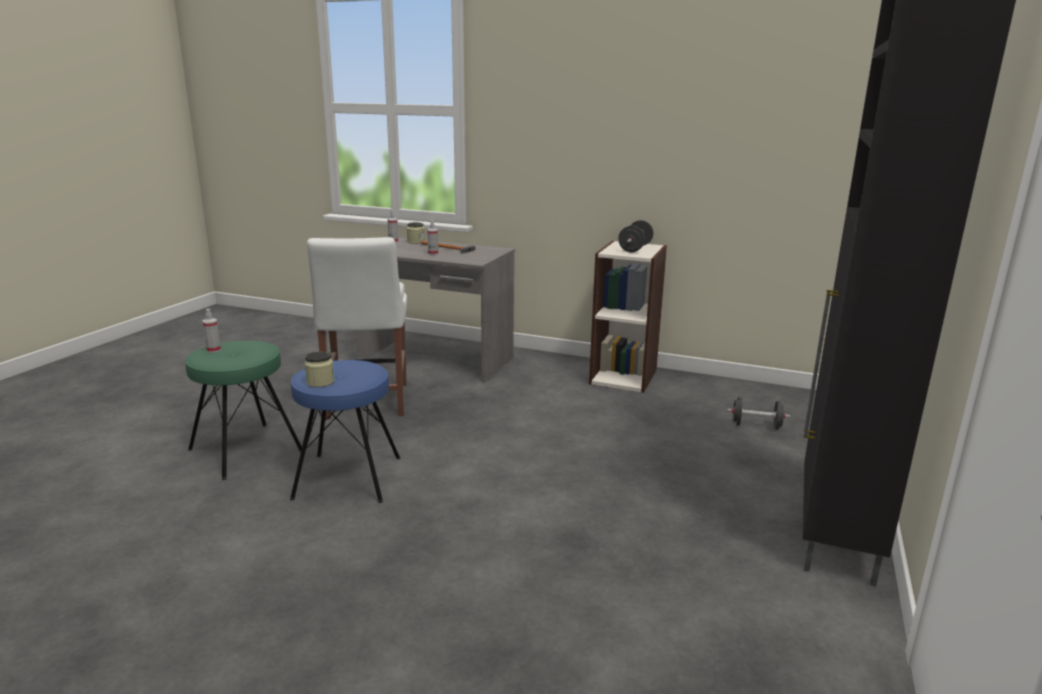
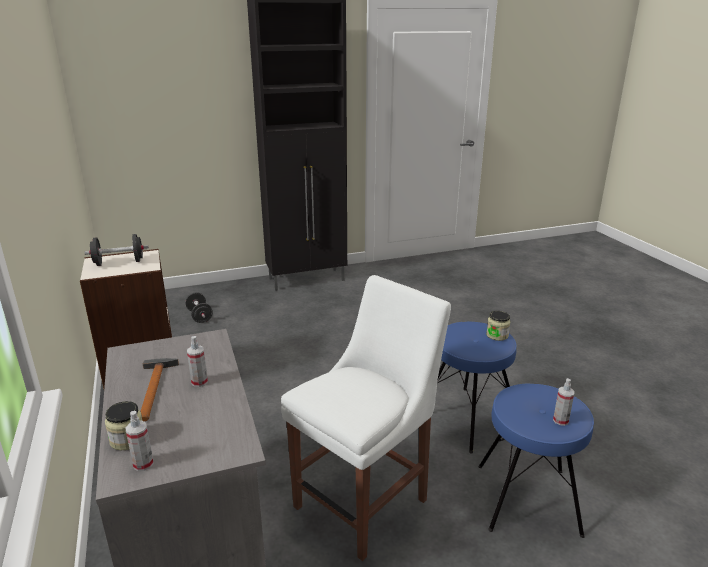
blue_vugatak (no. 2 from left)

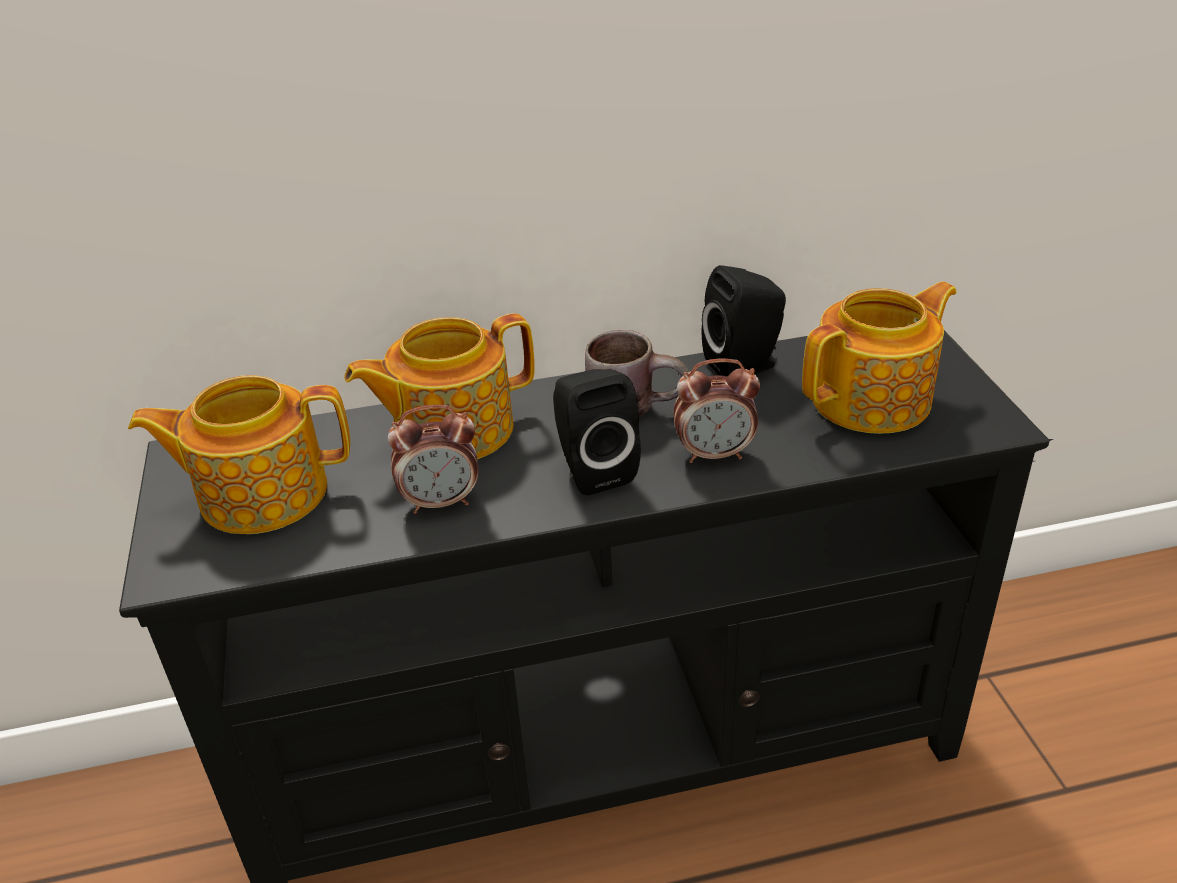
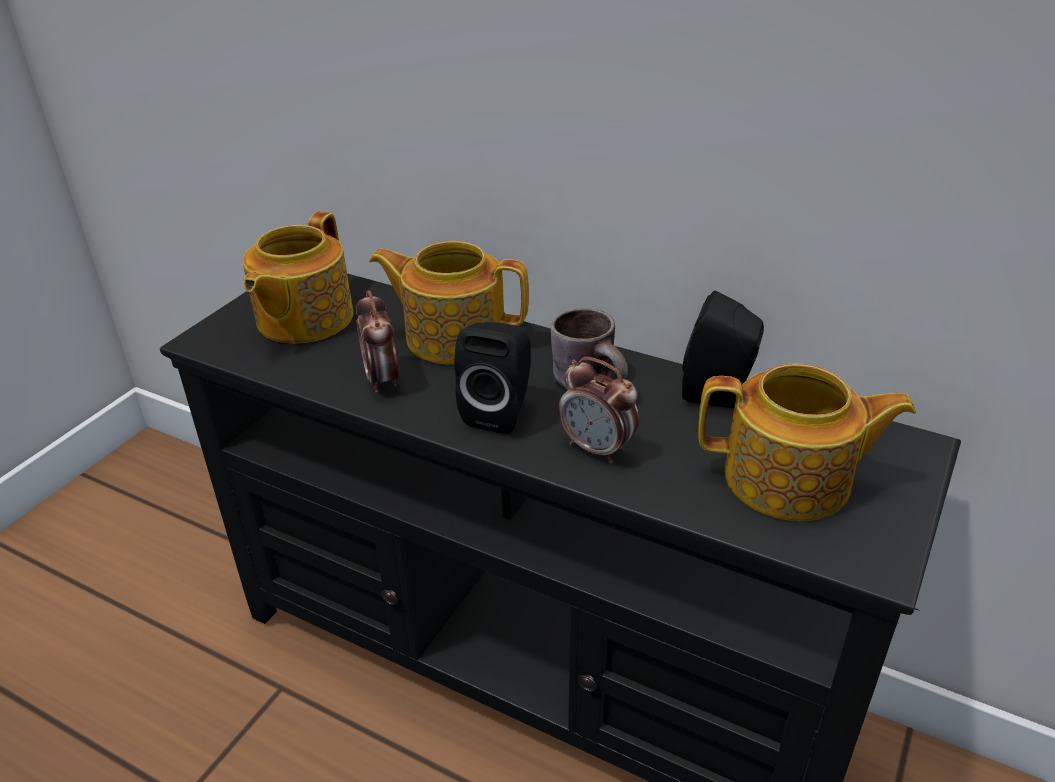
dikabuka (no. 1 from left); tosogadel (no. 1 from left)

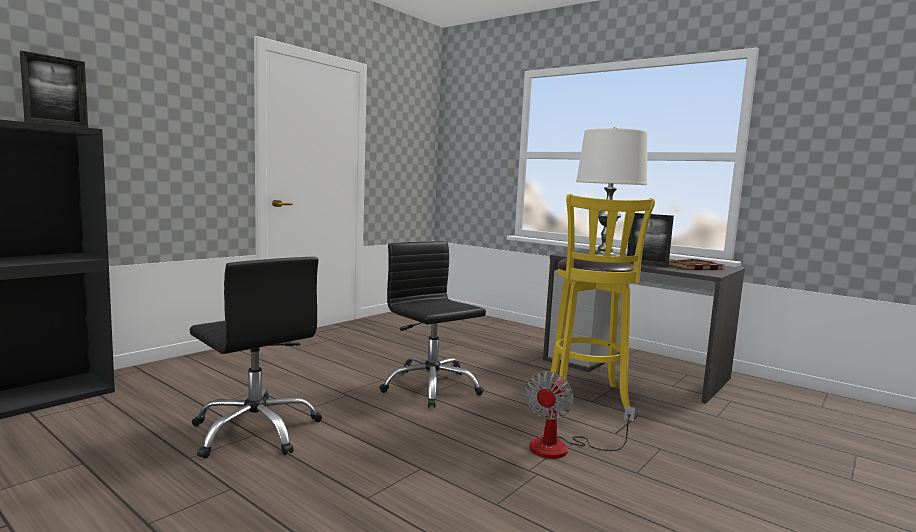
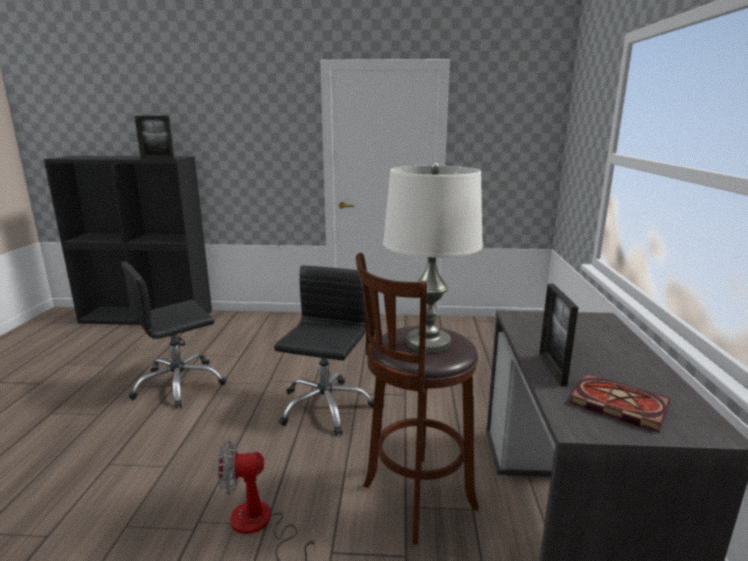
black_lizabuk (no. 1 from left); brown_vugatak

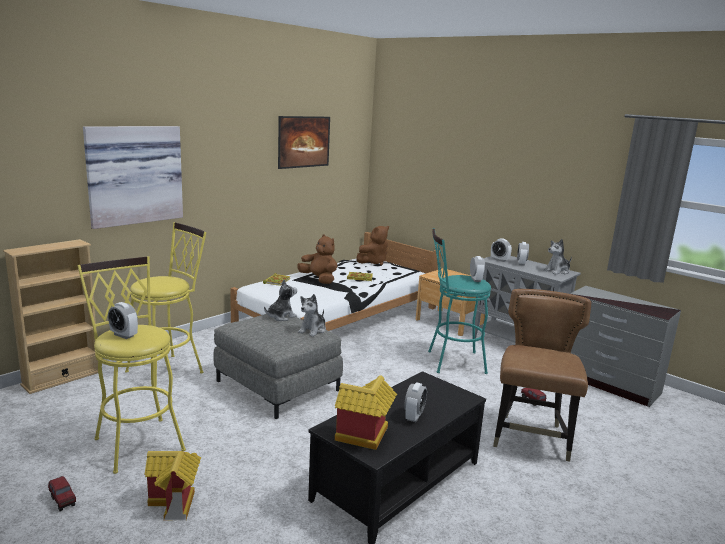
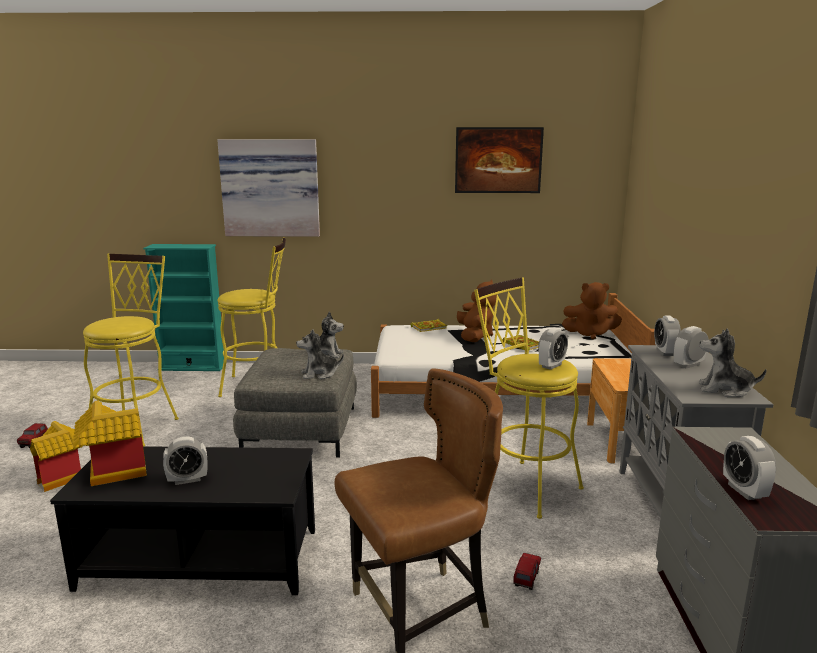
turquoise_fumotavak; yellow_vugatak (no. 3 from left); tosogadel (no. 5 from left)

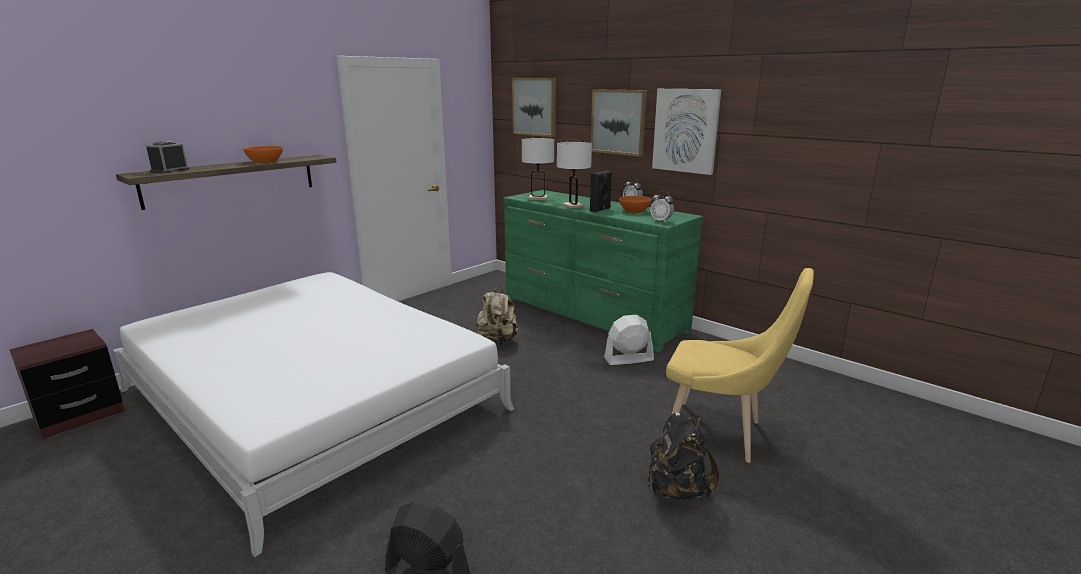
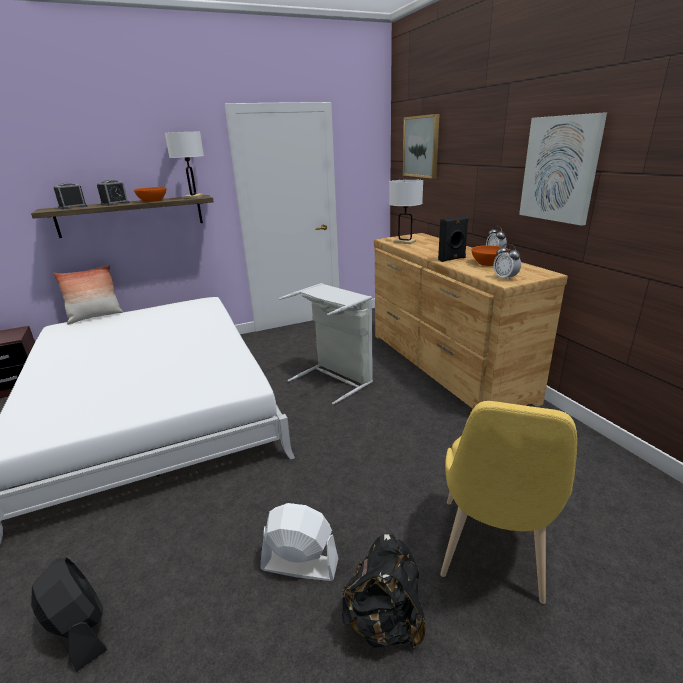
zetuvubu; tosogadel (no. 2 from left); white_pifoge (no. 1 from left); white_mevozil; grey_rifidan; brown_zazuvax; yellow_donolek; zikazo (no. 2 from left in the first image)

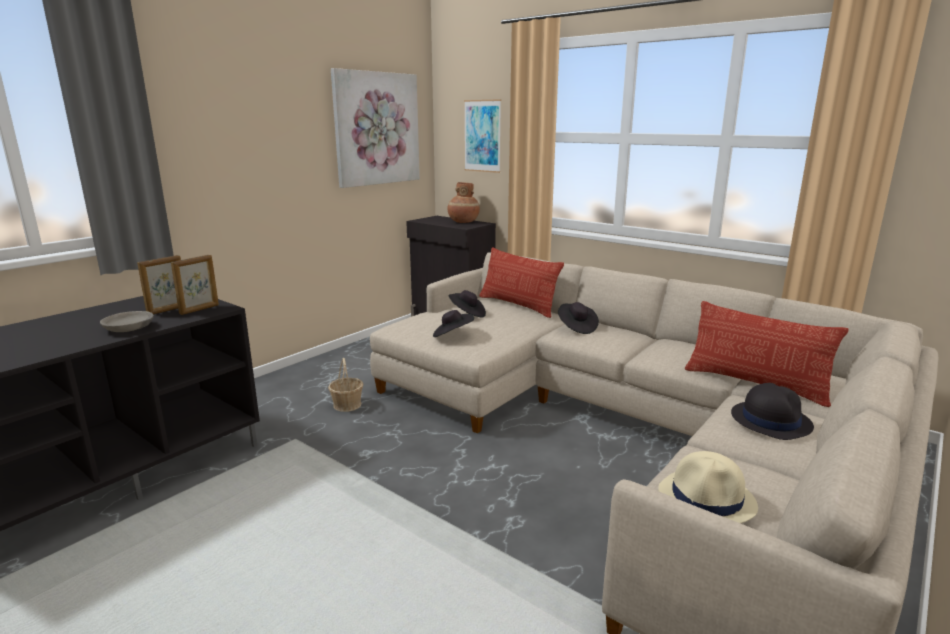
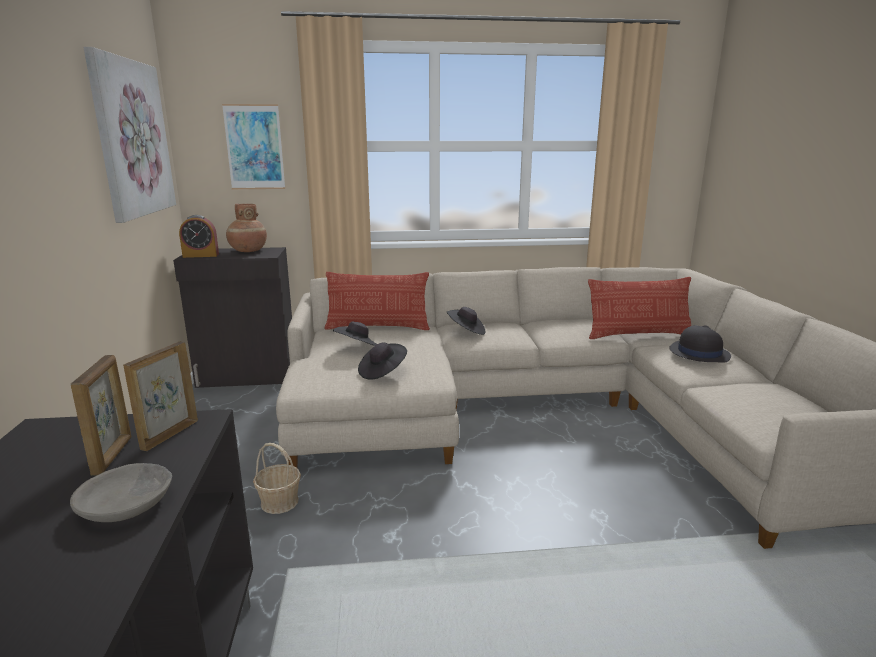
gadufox (no. 2 from left); tosogadel; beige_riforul

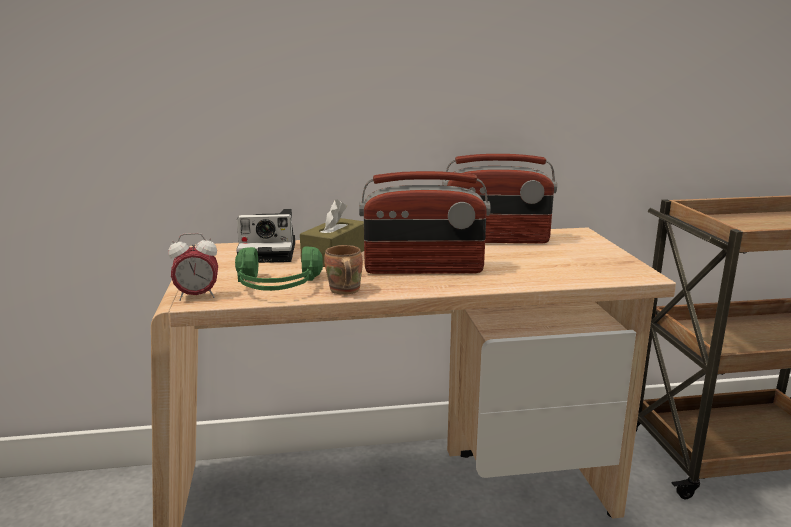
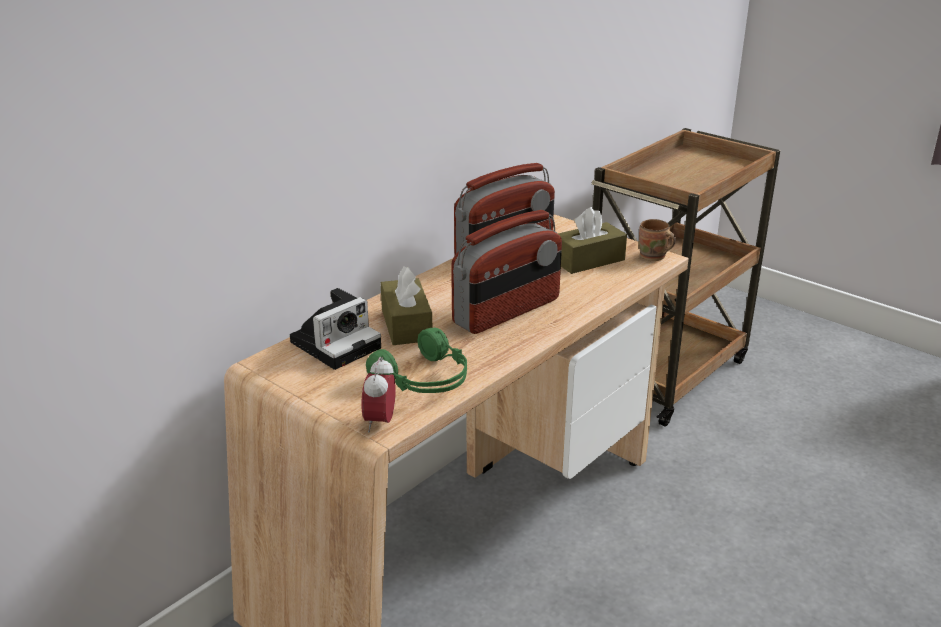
tosogadel; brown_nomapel (no. 2 from left); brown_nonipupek

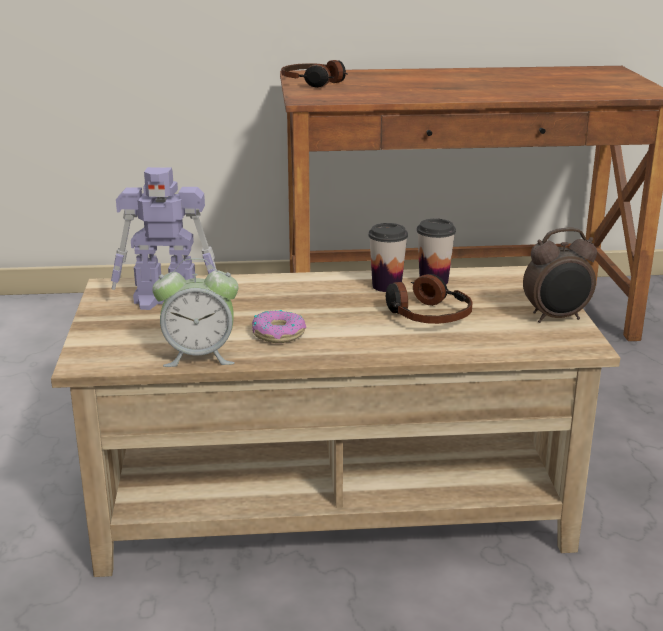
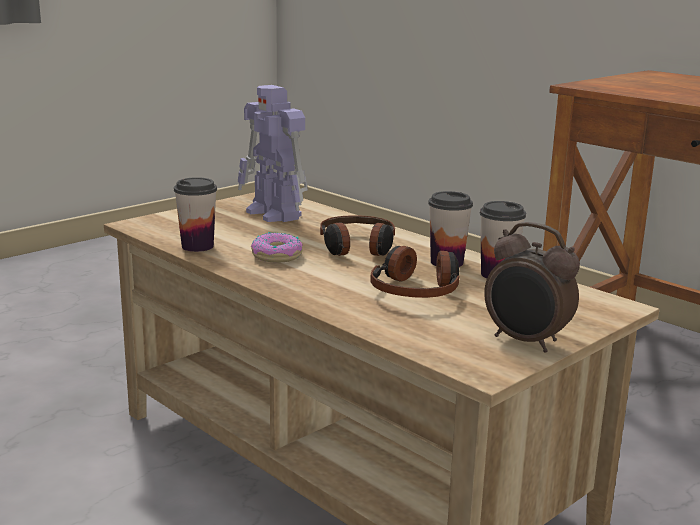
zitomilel (no. 1 from left); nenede (no. 1 from left)

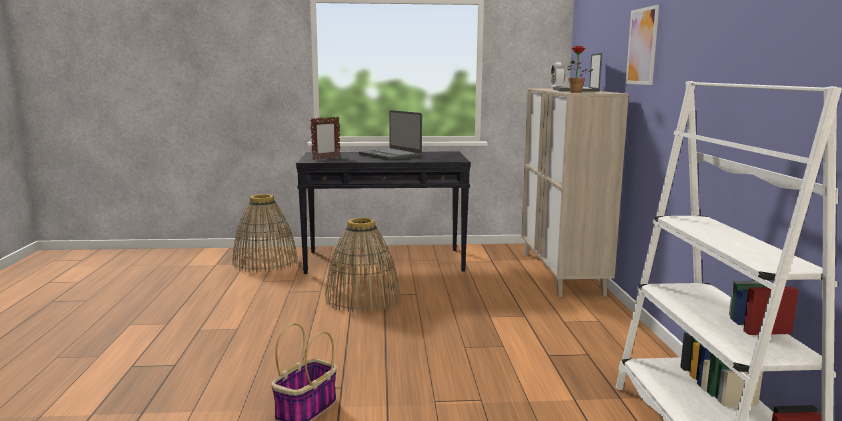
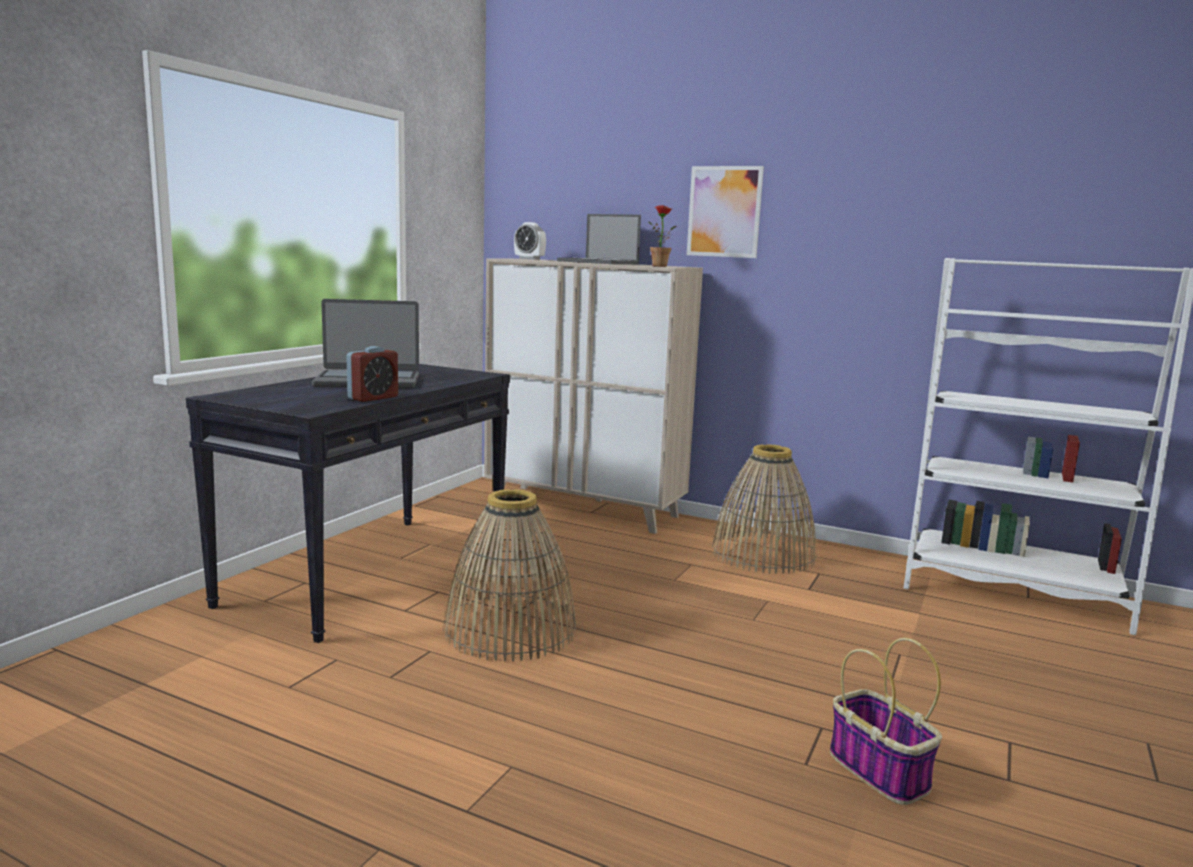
tosogadel (no. 1 from left); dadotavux (no. 2 from left); gadufox

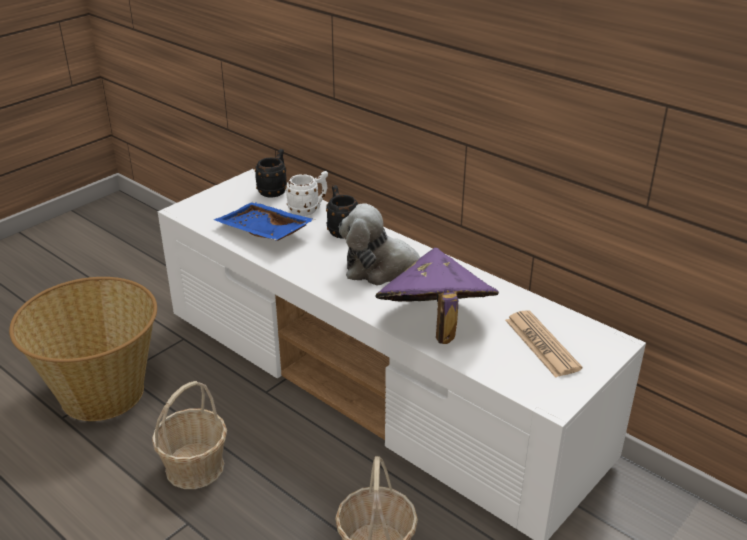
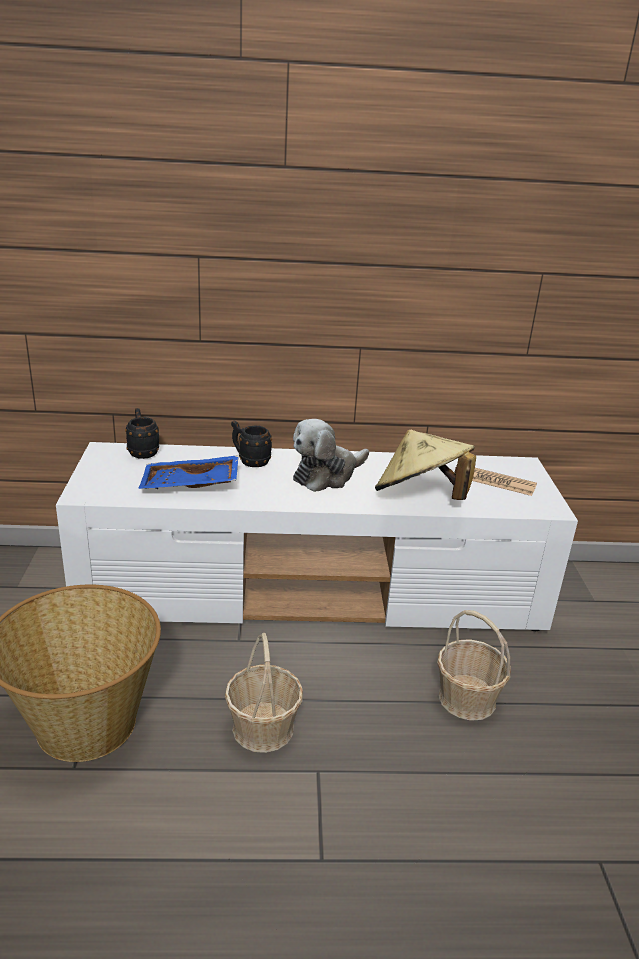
beige_riforul; white_nonipupek

